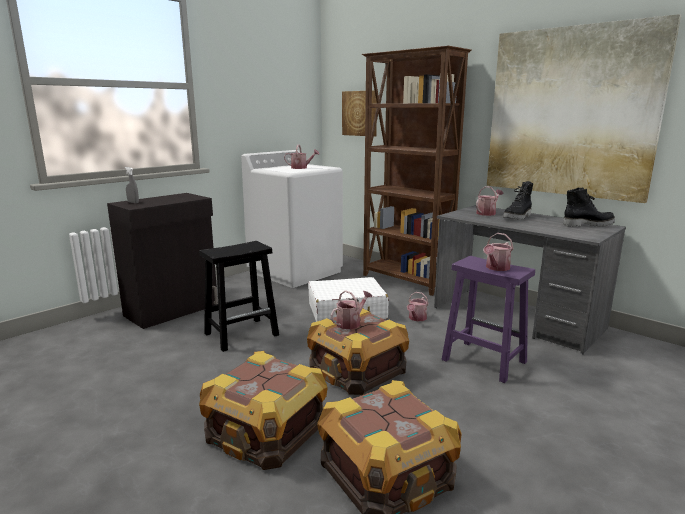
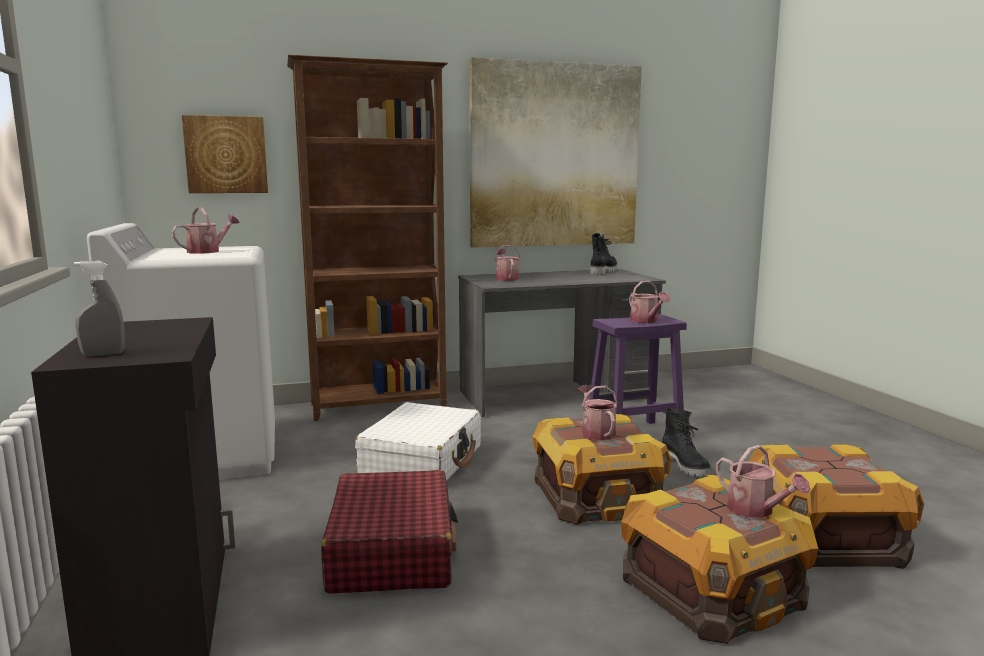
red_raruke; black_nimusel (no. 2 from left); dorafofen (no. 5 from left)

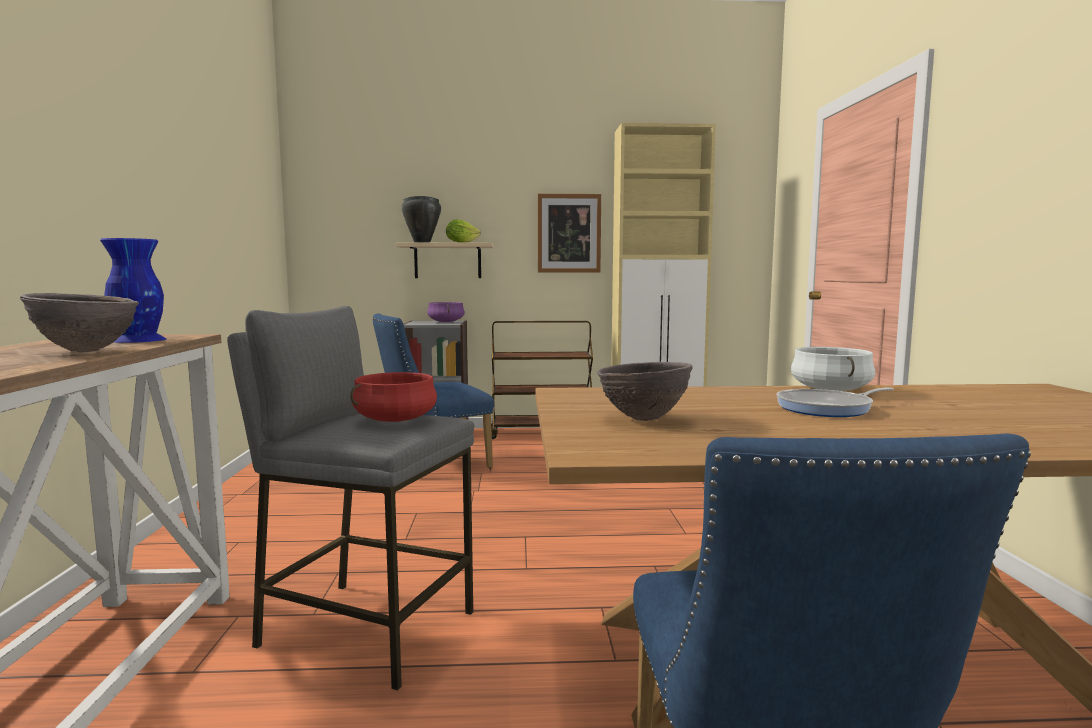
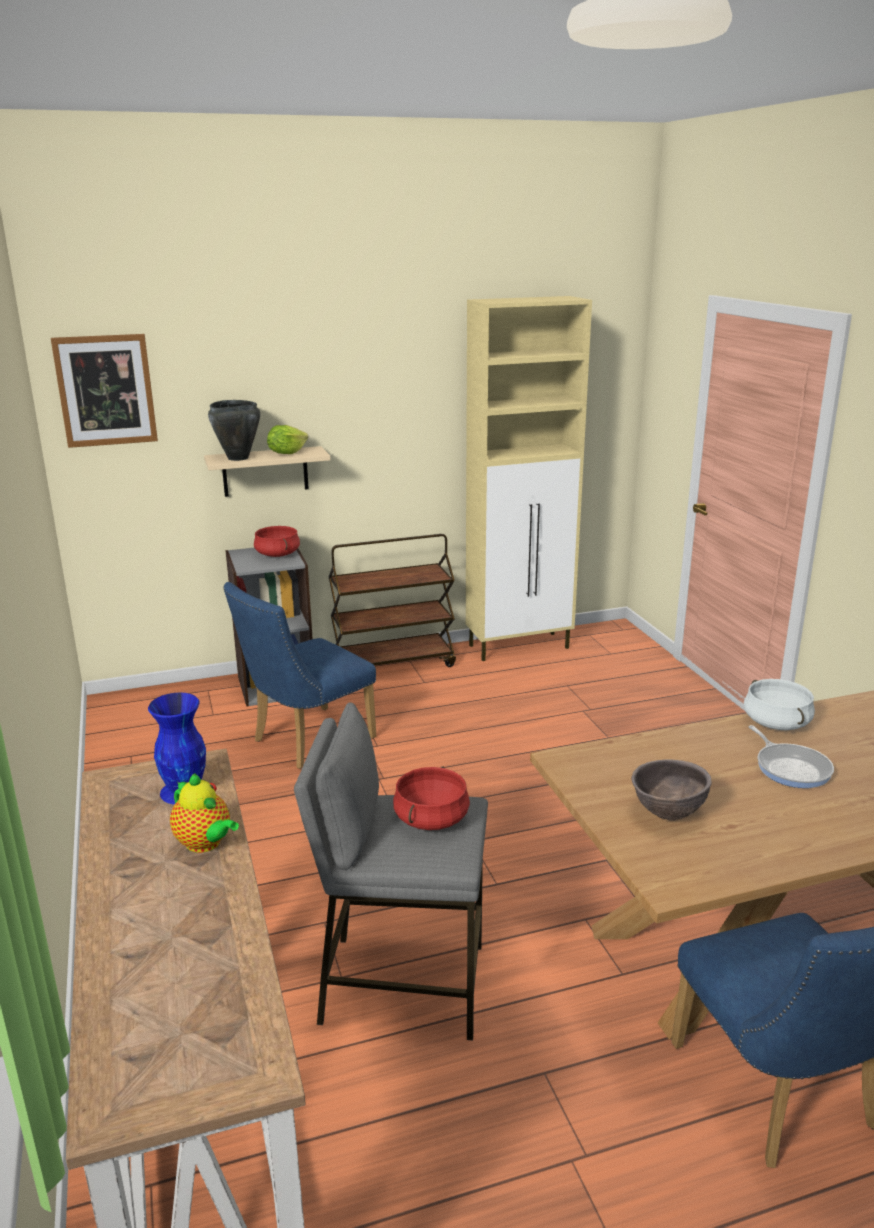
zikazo; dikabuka; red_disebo (no. 1 from left); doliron

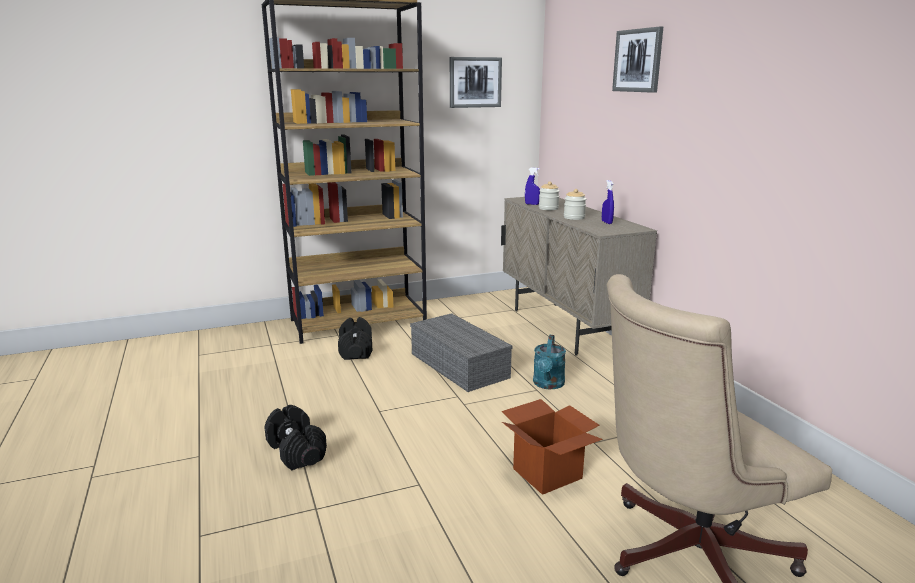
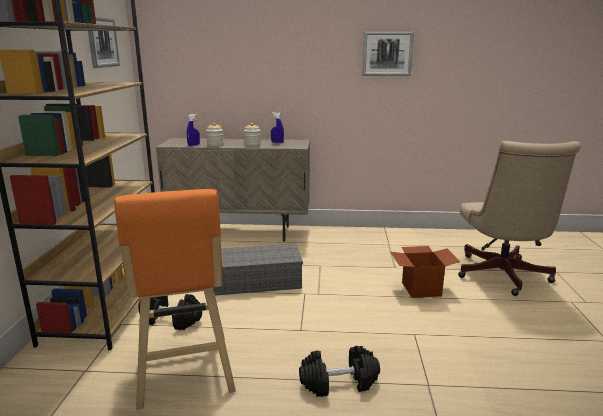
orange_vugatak; zikazo (no. 2 from left); turquoise_dorafofen

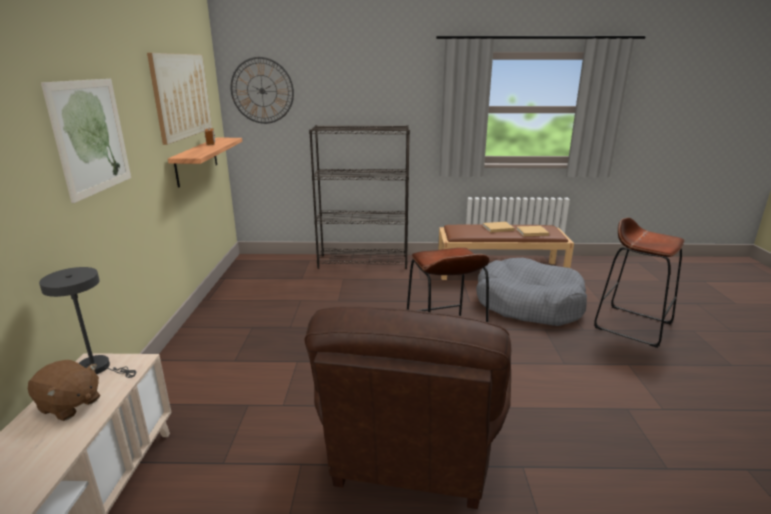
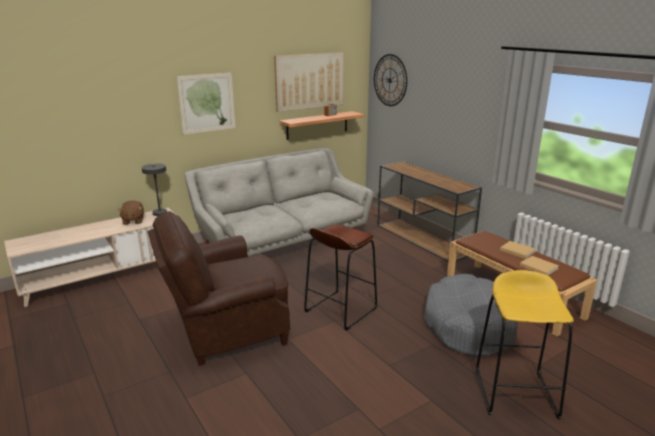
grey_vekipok; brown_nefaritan; yellow_vugatak

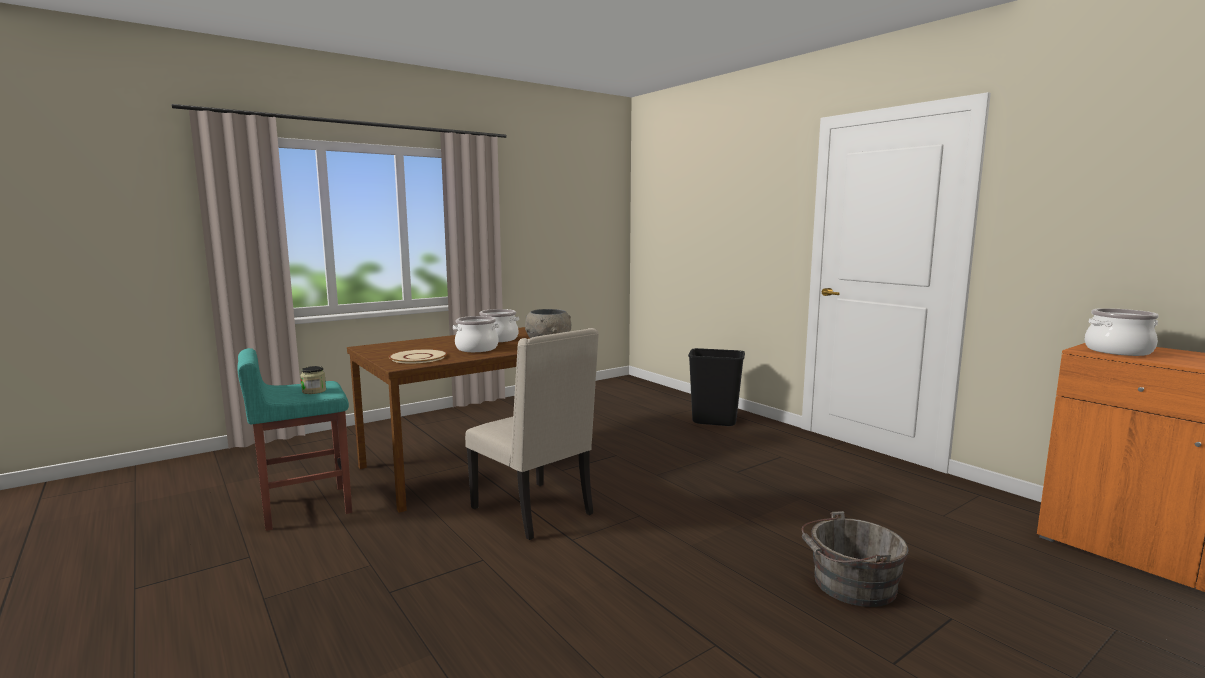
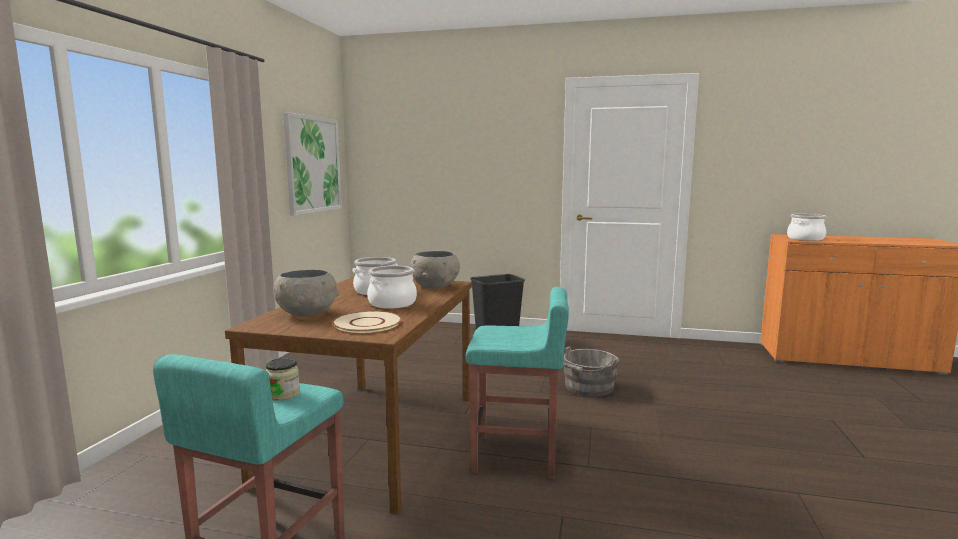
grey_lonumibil (no. 1 from left); zikazo; turquoise_vugatak (no. 2 from left); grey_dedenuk

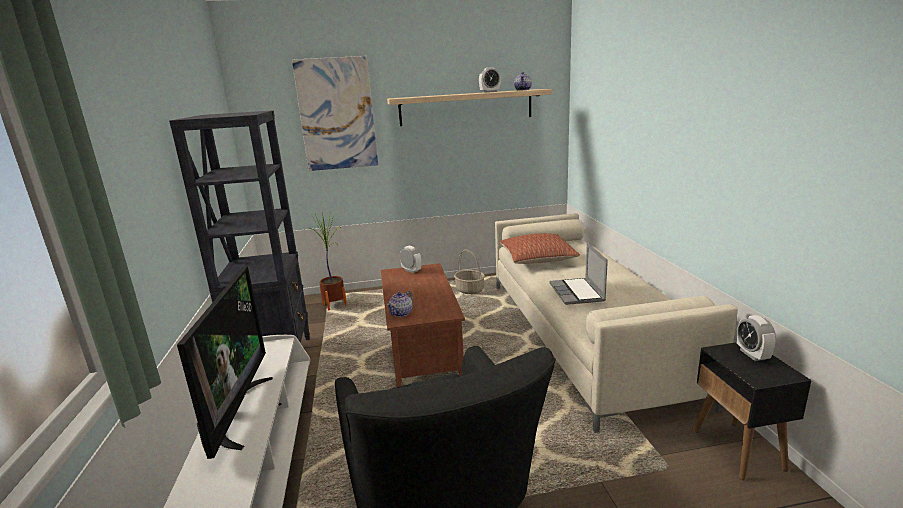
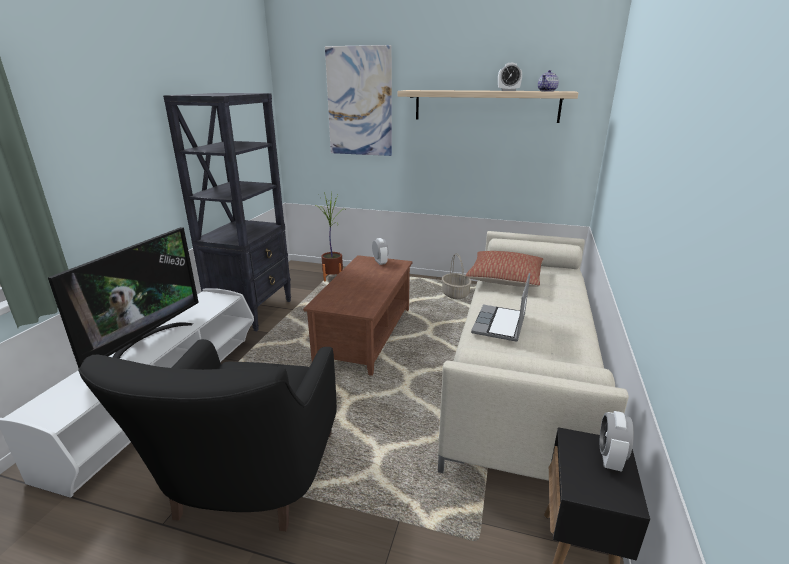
dikabuka (no. 1 from left in the first image)

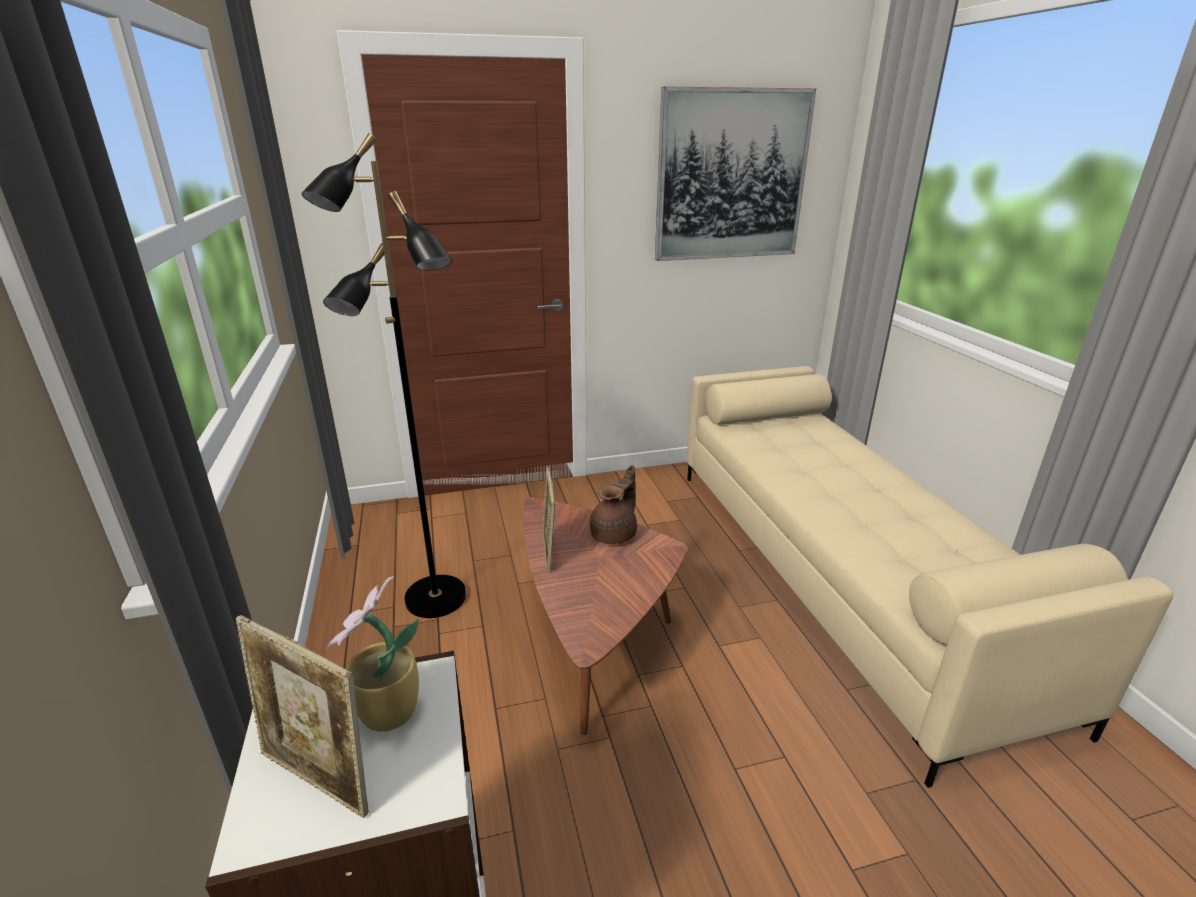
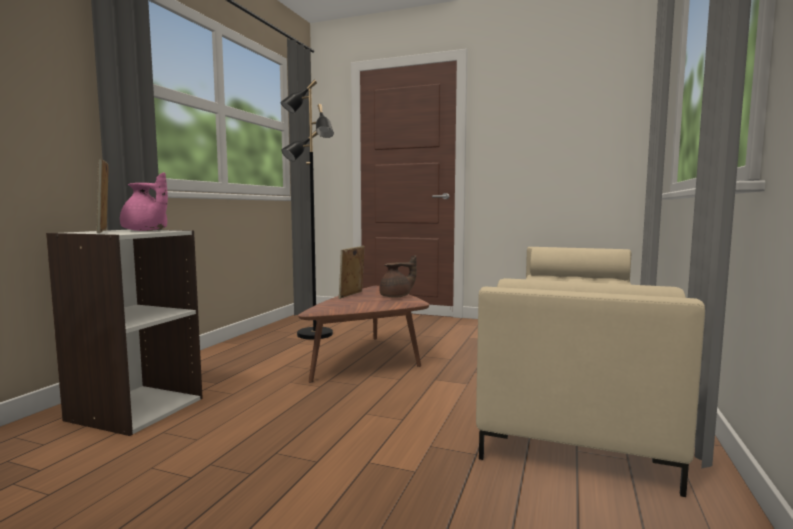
pink_dikabuka; zikazo

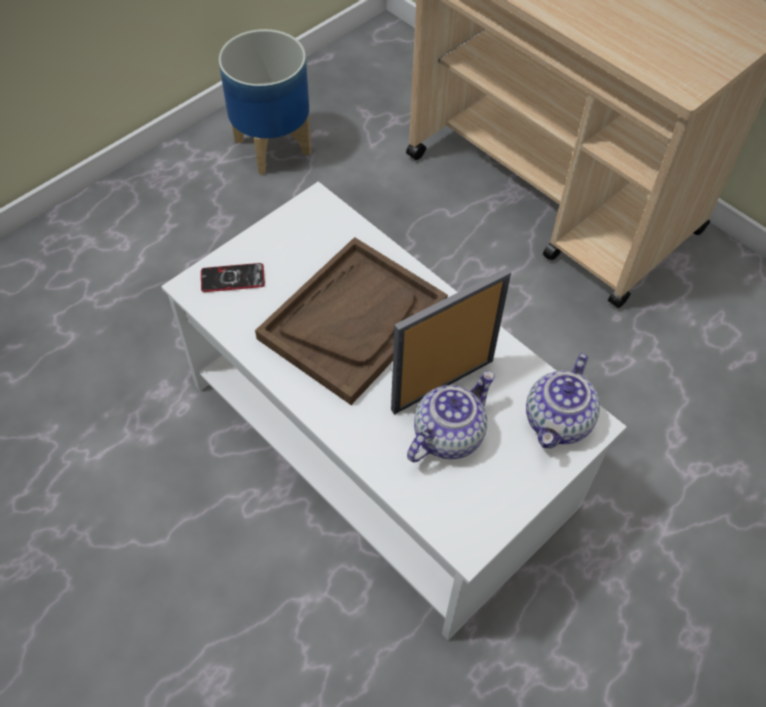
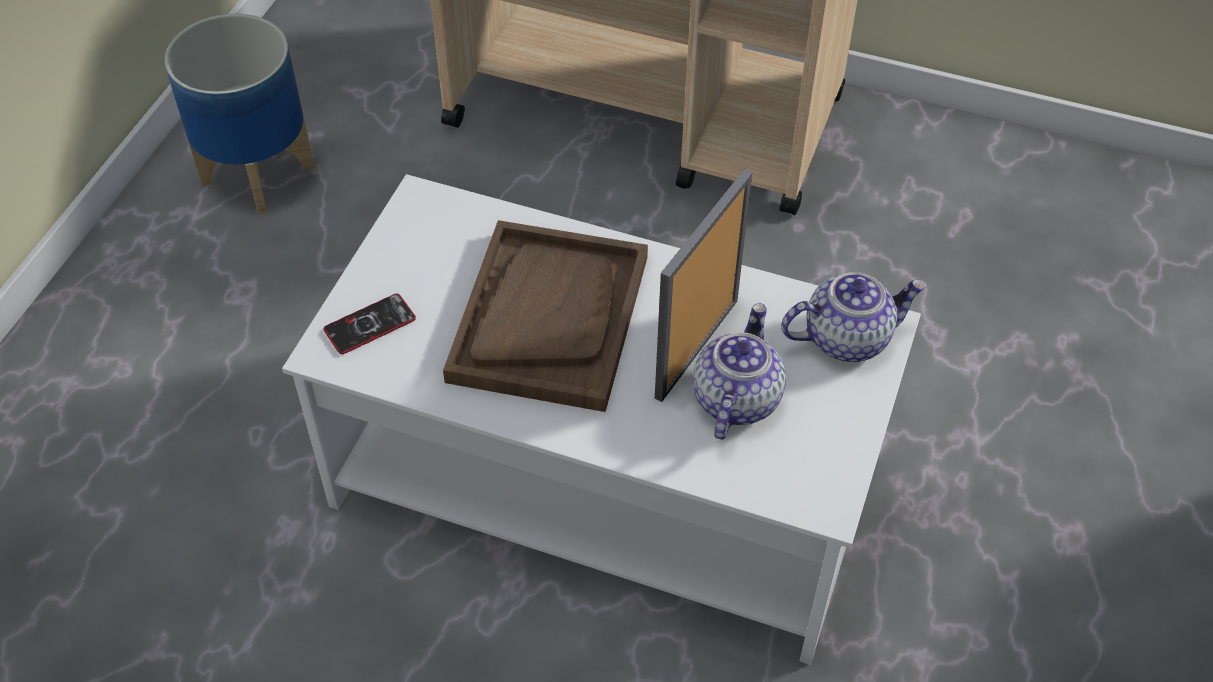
dikabuka (no. 2 from left)

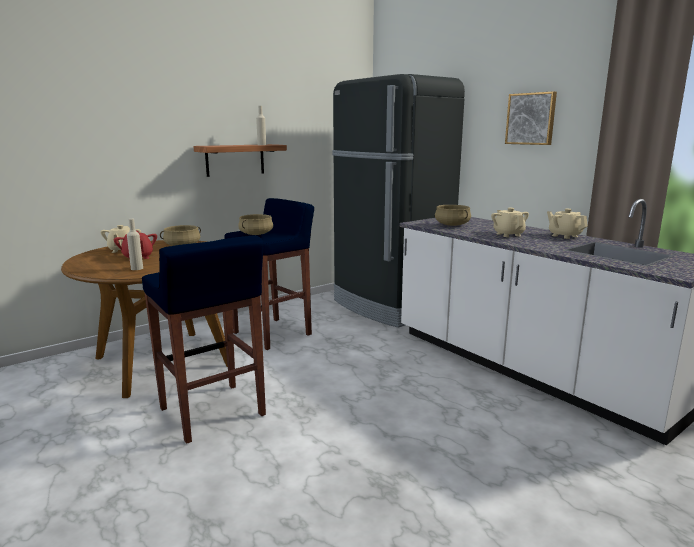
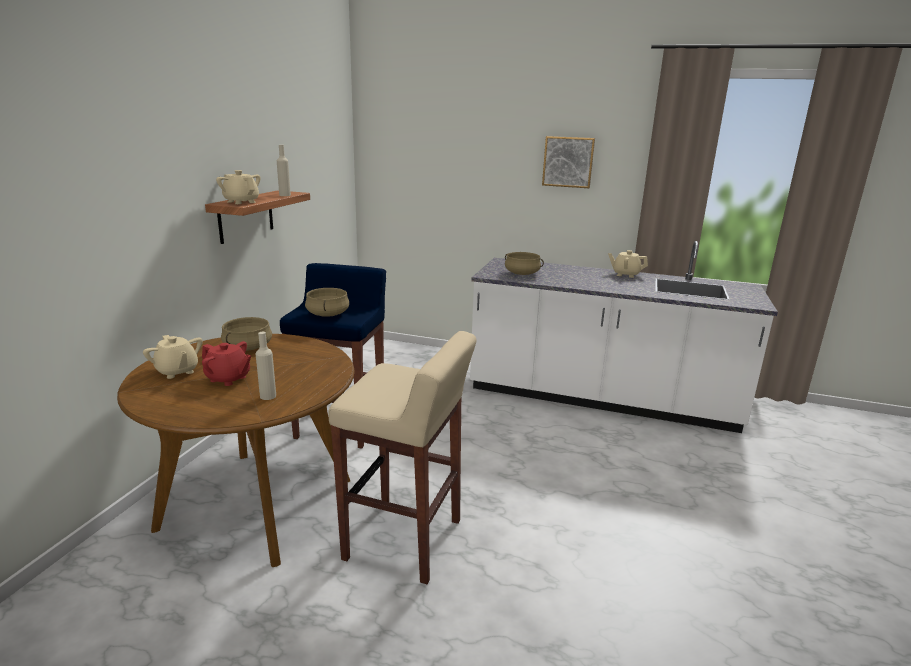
beige_dikabuka (no. 2 from left); beige_vugatak; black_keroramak

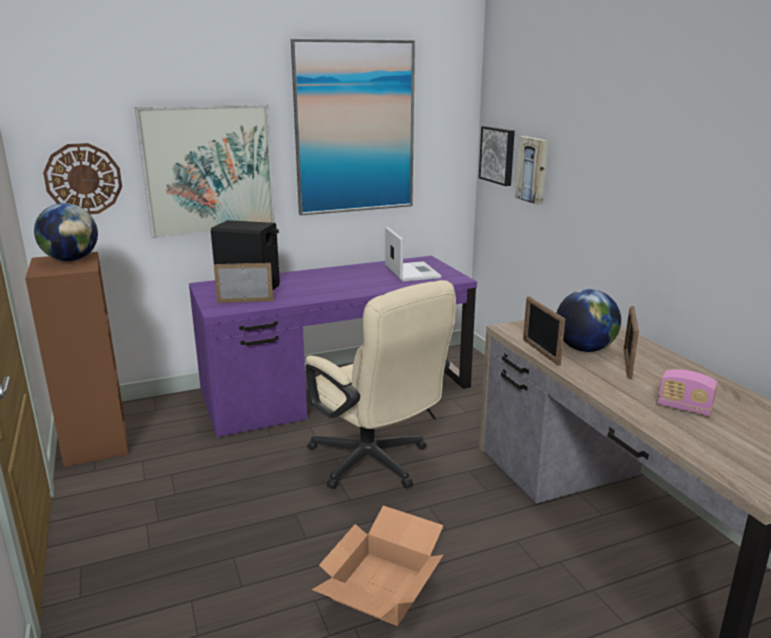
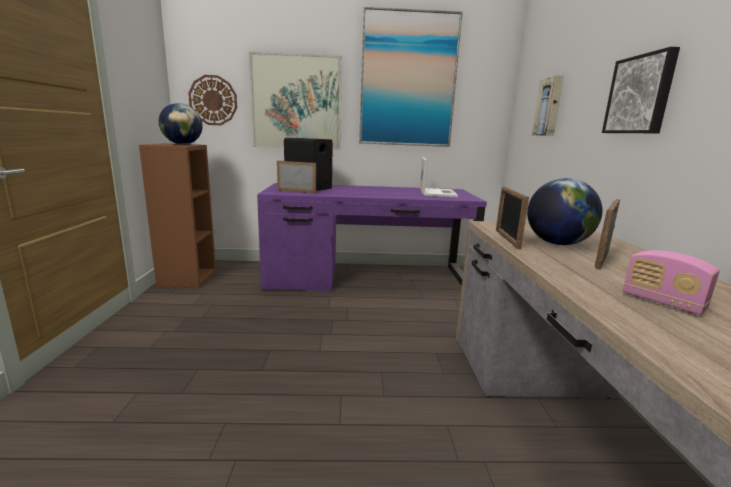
zikazo (no. 4 from left); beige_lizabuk; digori

